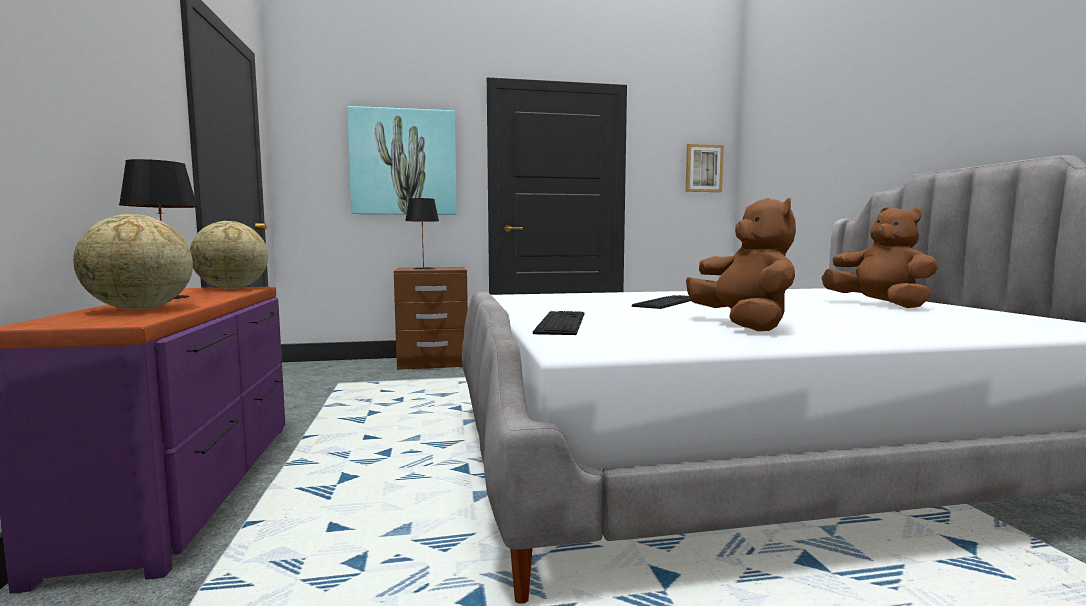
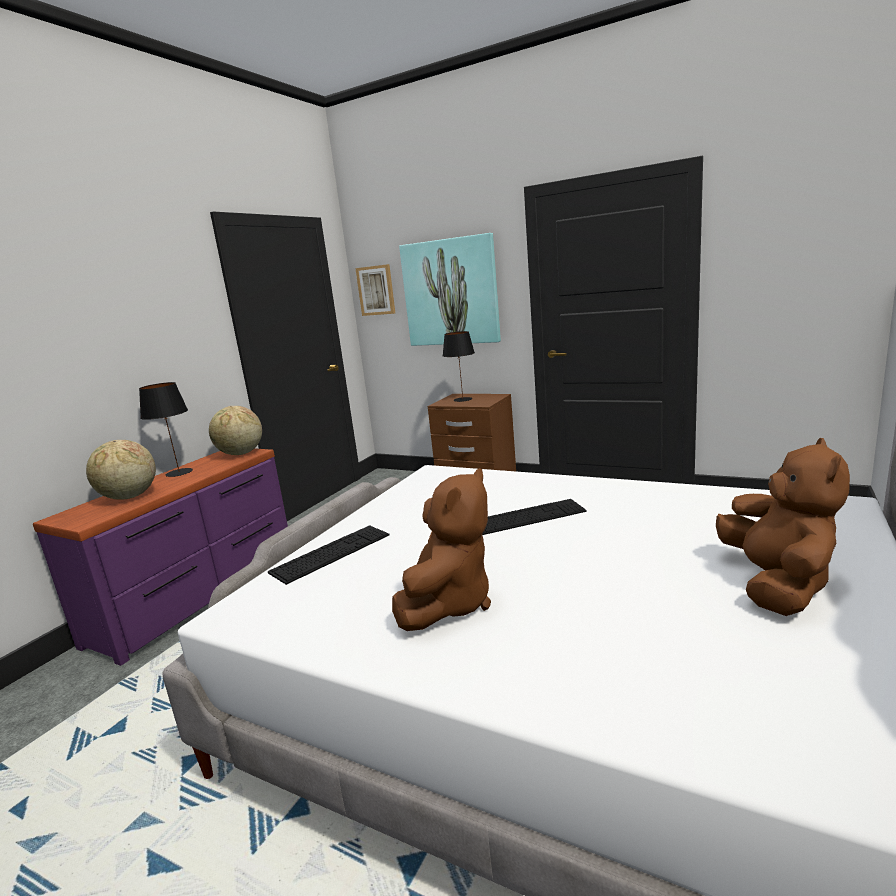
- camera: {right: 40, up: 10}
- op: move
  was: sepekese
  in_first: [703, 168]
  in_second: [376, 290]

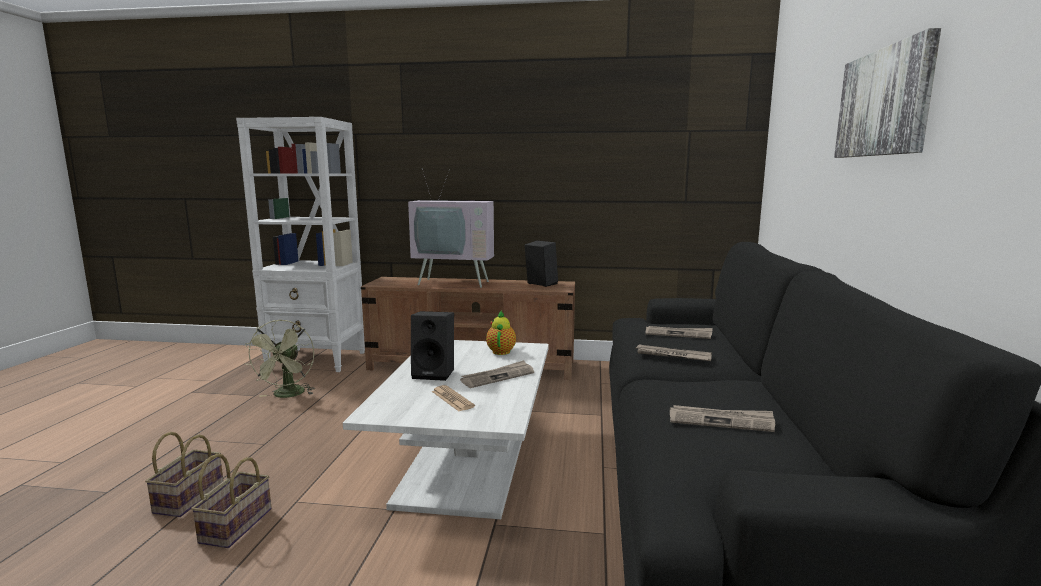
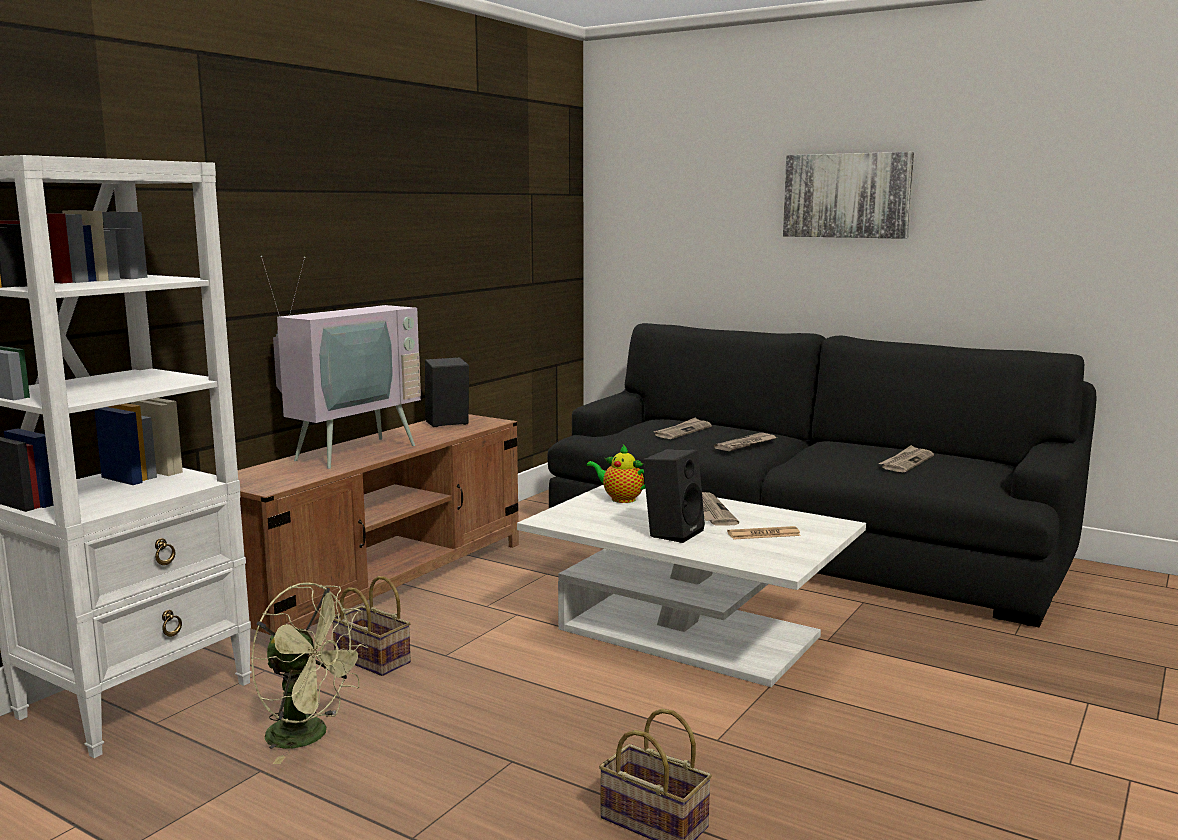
- camera: {right: -65, up: 0}
- op: move
  was: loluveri
  in_first: [236, 524]
  in_second: [369, 660]

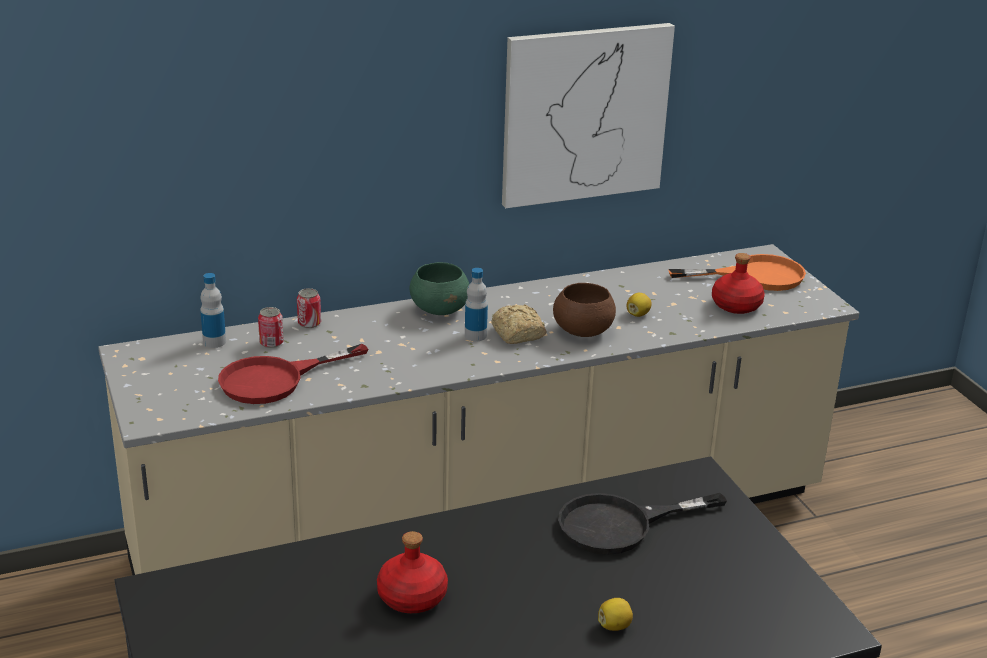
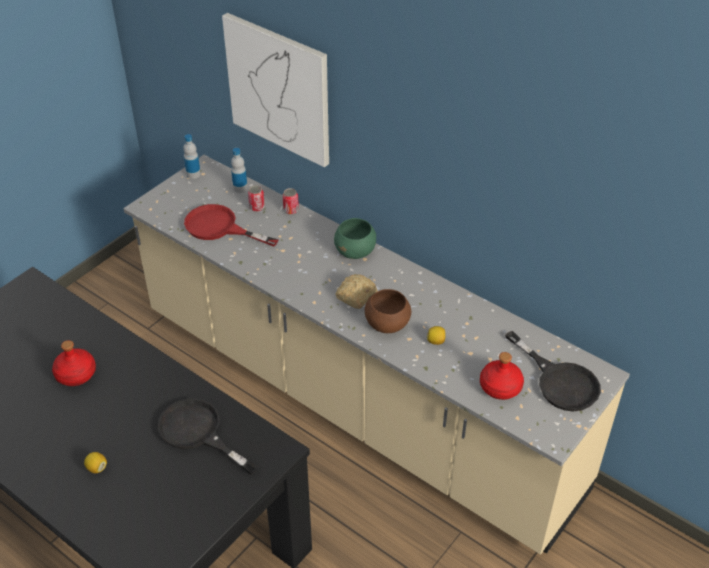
- camera: {right: 60, up: 15}
- op: move
  was: sepekese
  in_first: [584, 114]
  in_second: [279, 89]
- op: recolor
  was: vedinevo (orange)
  now: vedinevo (black)
  in_first: [755, 276]
  in_second: [560, 381]
- op: move
  was: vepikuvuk
  in_first: [475, 335]
  in_second: [193, 174]

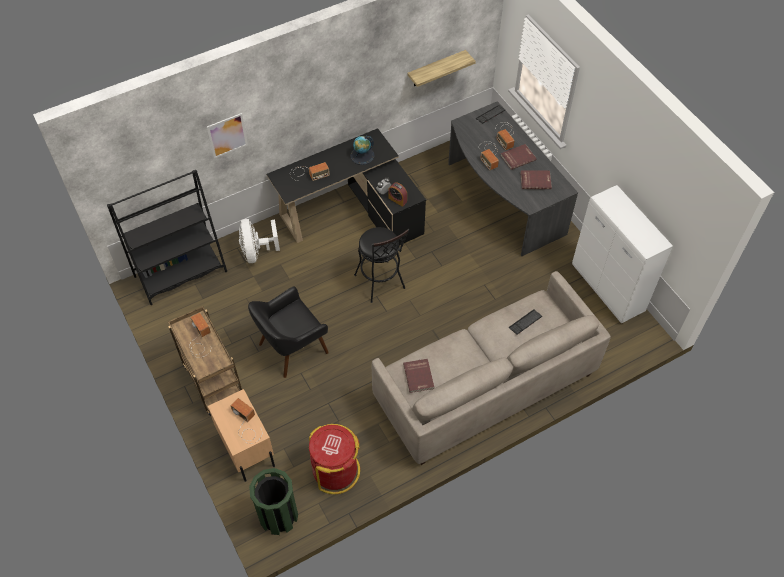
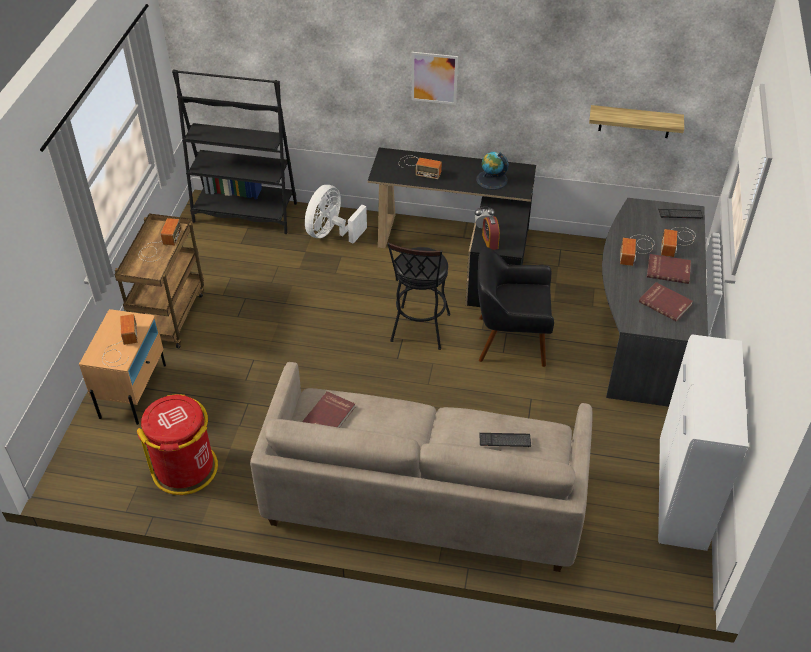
- camera: {right: 40, up: -10}
- op: move
  was: sepekese
  in_first: [227, 135]
  in_second: [434, 78]
- op: move
  was: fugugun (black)
  in_first: [292, 348]
  in_second: [510, 340]
- op: delete
  was: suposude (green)
  in_first: [278, 516]

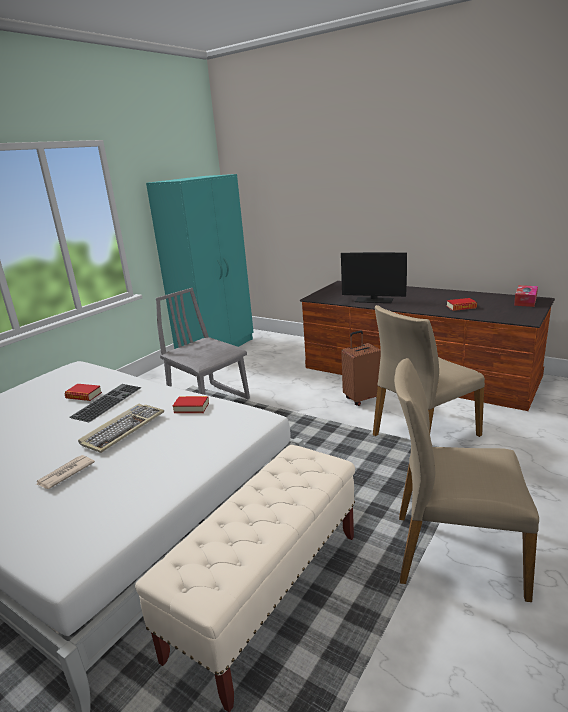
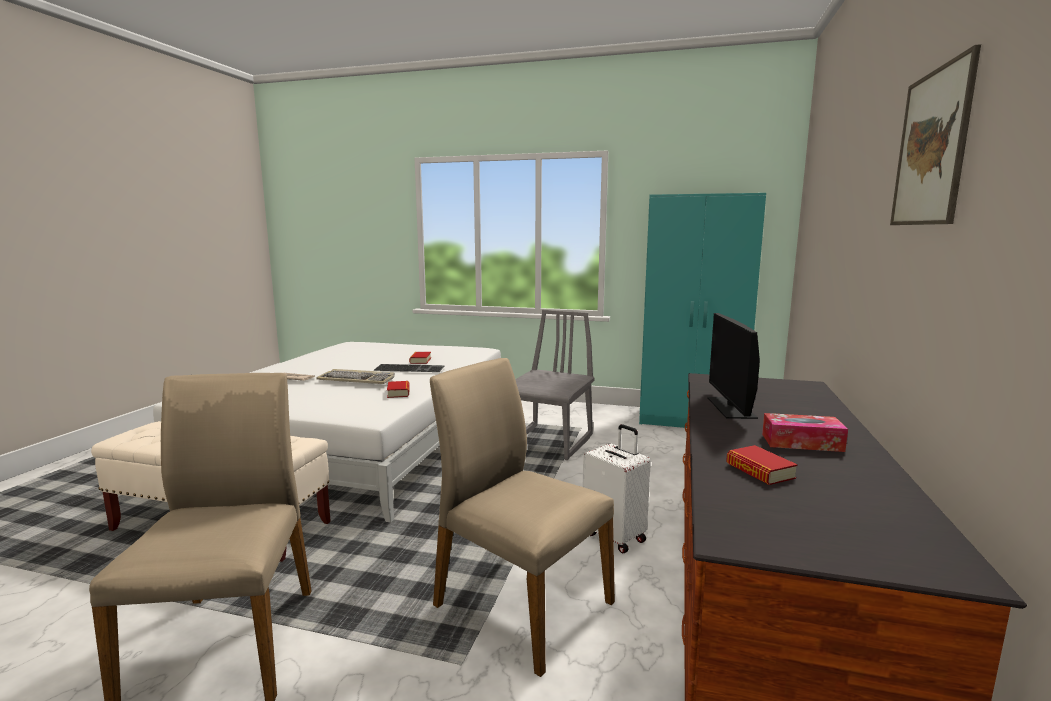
- camera: {right: 70, up: -10}
- op: move
  was: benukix
  in_first: [525, 301]
  in_second: [802, 442]
- op: recolor
  was: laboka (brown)
  now: laboka (white)
  in_first: [362, 398]
  in_second: [615, 536]
- op: insert
  now: sepekese
  in_second: [931, 148]

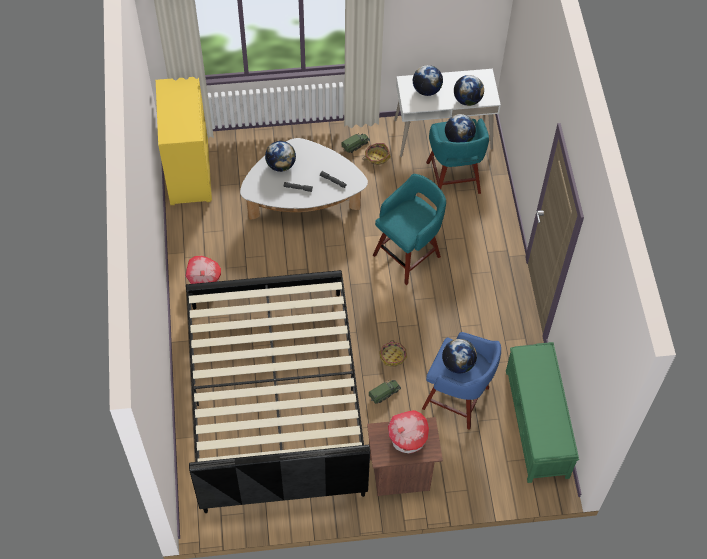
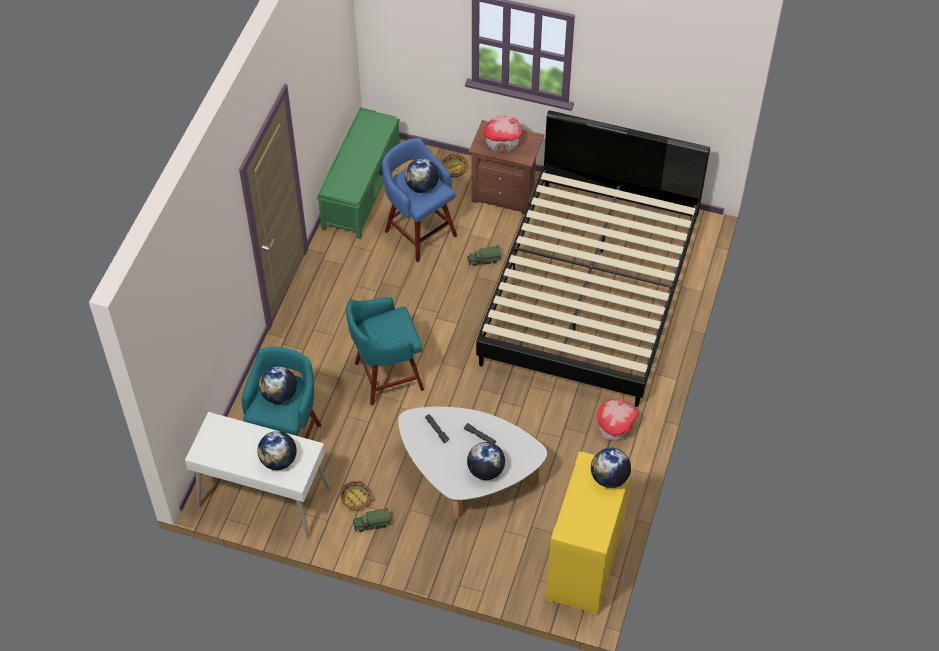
- camera: {right: -155, up: -5}
- op: move
  was: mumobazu
  in_first: [467, 100]
  in_second: [609, 478]
- op: move
  was: loluveri
  in_first: [393, 356]
  in_second: [453, 170]

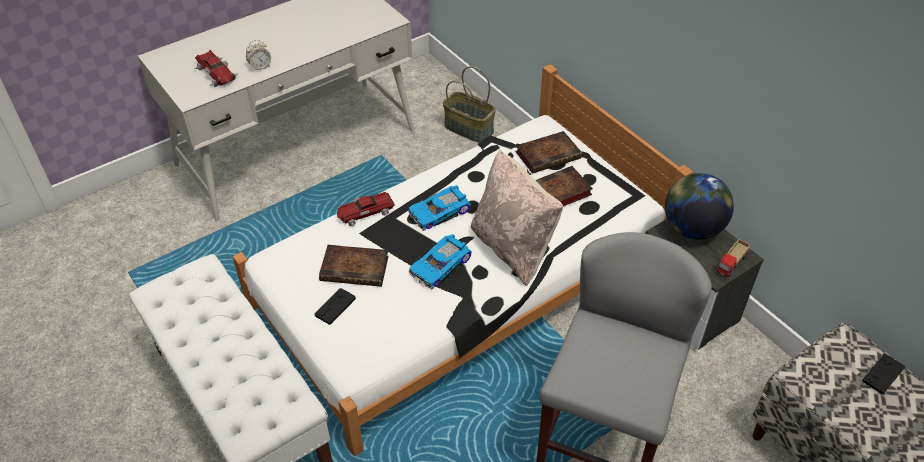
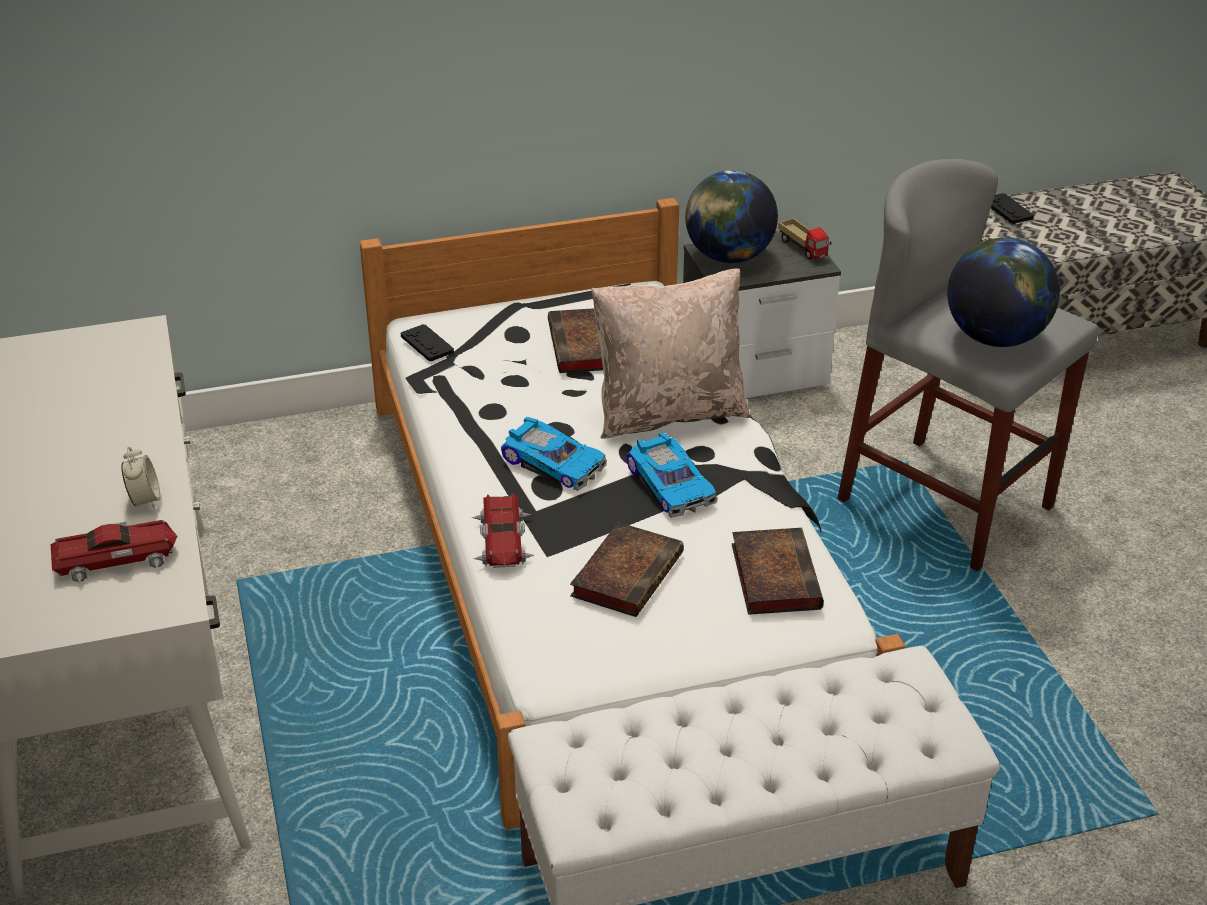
- camera: {right: -70, up: -10}
- op: delete
  was: loluveri
  in_first: [469, 128]
- op: move
  was: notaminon
  in_first: [549, 154]
  in_second: [773, 575]
- op: rotate
  was: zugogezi
  in_first: [440, 213]
  in_second: [554, 462]
  clockwise: -45
- op: move
  was: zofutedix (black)
  in_first: [335, 307]
  in_second: [427, 344]
- op: insert
  now: mumobazu
  in_second: [995, 337]

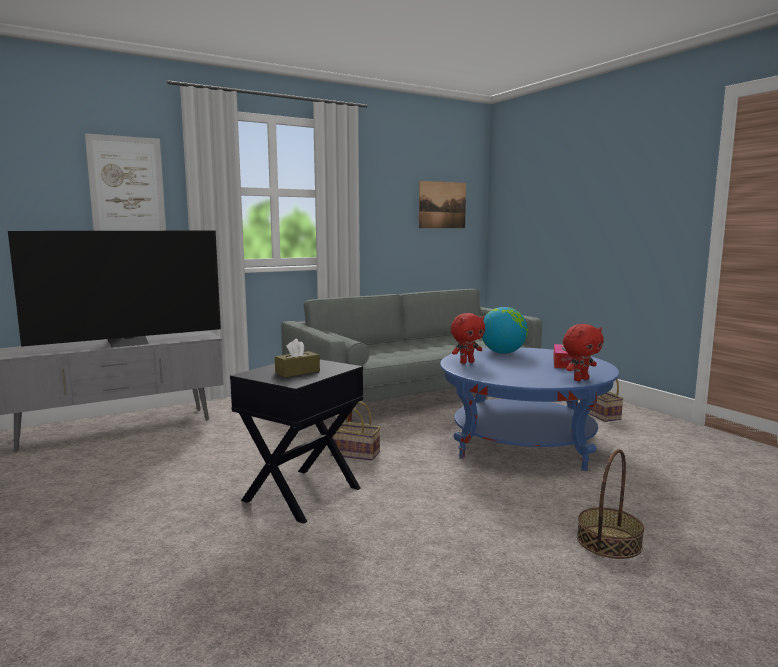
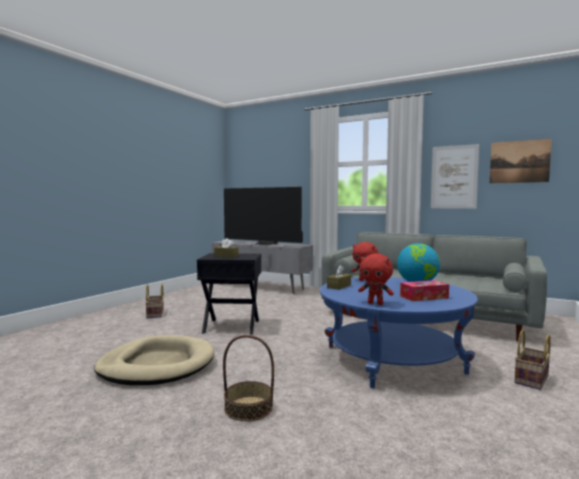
- camera: {right: 60, up: -5}
- op: move
  was: sepekese
  in_first: [127, 187]
  in_second: [454, 177]
- op: move
  was: loluveri
  in_first: [356, 453]
  in_second: [155, 314]
- op: insert
  now: benukix (brown)
  in_second: [339, 286]
- op: insert
  now: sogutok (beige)
  in_second: [157, 365]

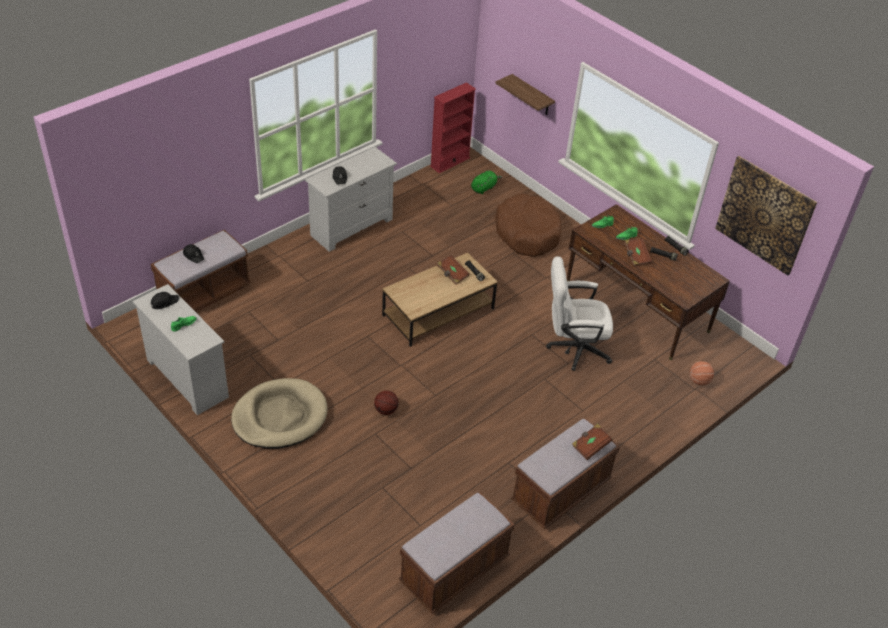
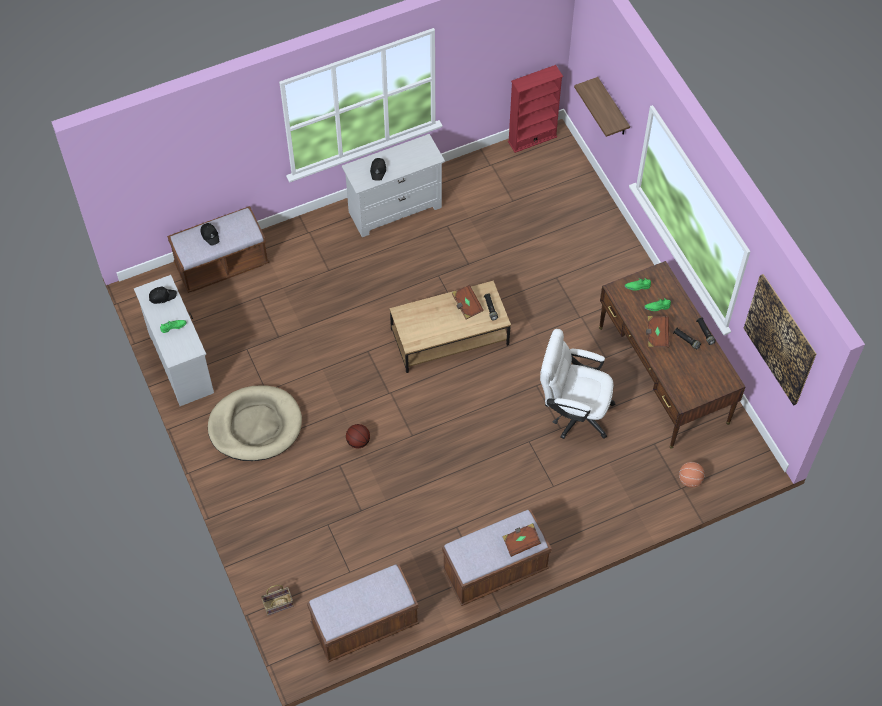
- camera: {right: 20, up: 15}
- op: delete
  was: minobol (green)
  in_first: [484, 188]
- op: delete
  was: sogutok (brown)
  in_first: [527, 233]
- op: insert
  now: loluveri
  in_second: [277, 605]

